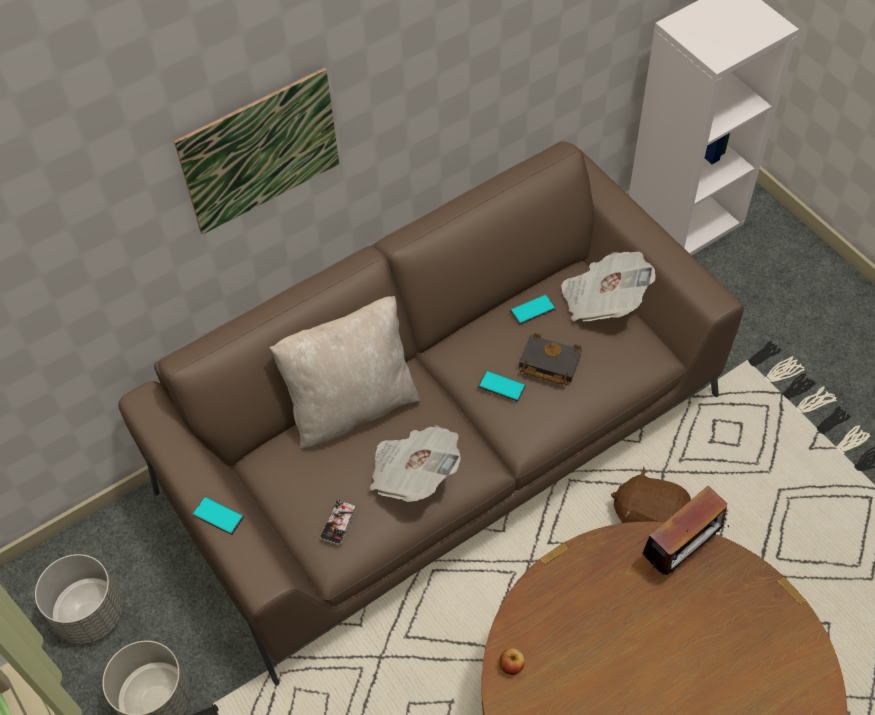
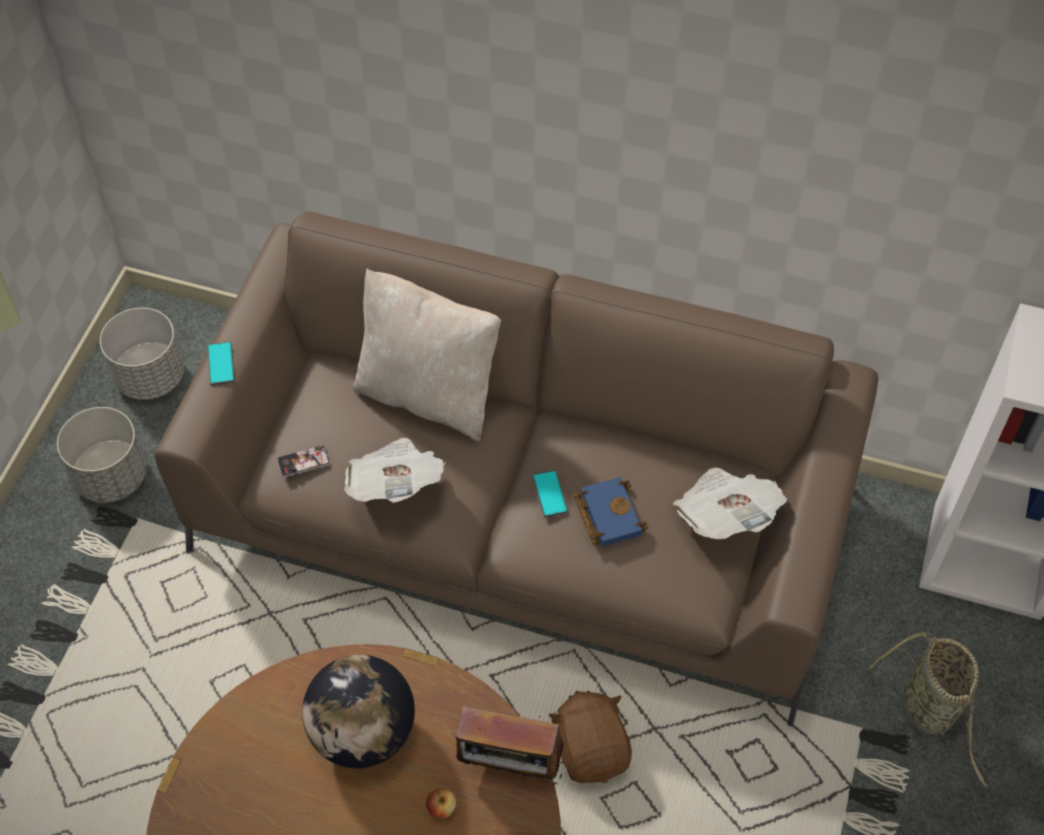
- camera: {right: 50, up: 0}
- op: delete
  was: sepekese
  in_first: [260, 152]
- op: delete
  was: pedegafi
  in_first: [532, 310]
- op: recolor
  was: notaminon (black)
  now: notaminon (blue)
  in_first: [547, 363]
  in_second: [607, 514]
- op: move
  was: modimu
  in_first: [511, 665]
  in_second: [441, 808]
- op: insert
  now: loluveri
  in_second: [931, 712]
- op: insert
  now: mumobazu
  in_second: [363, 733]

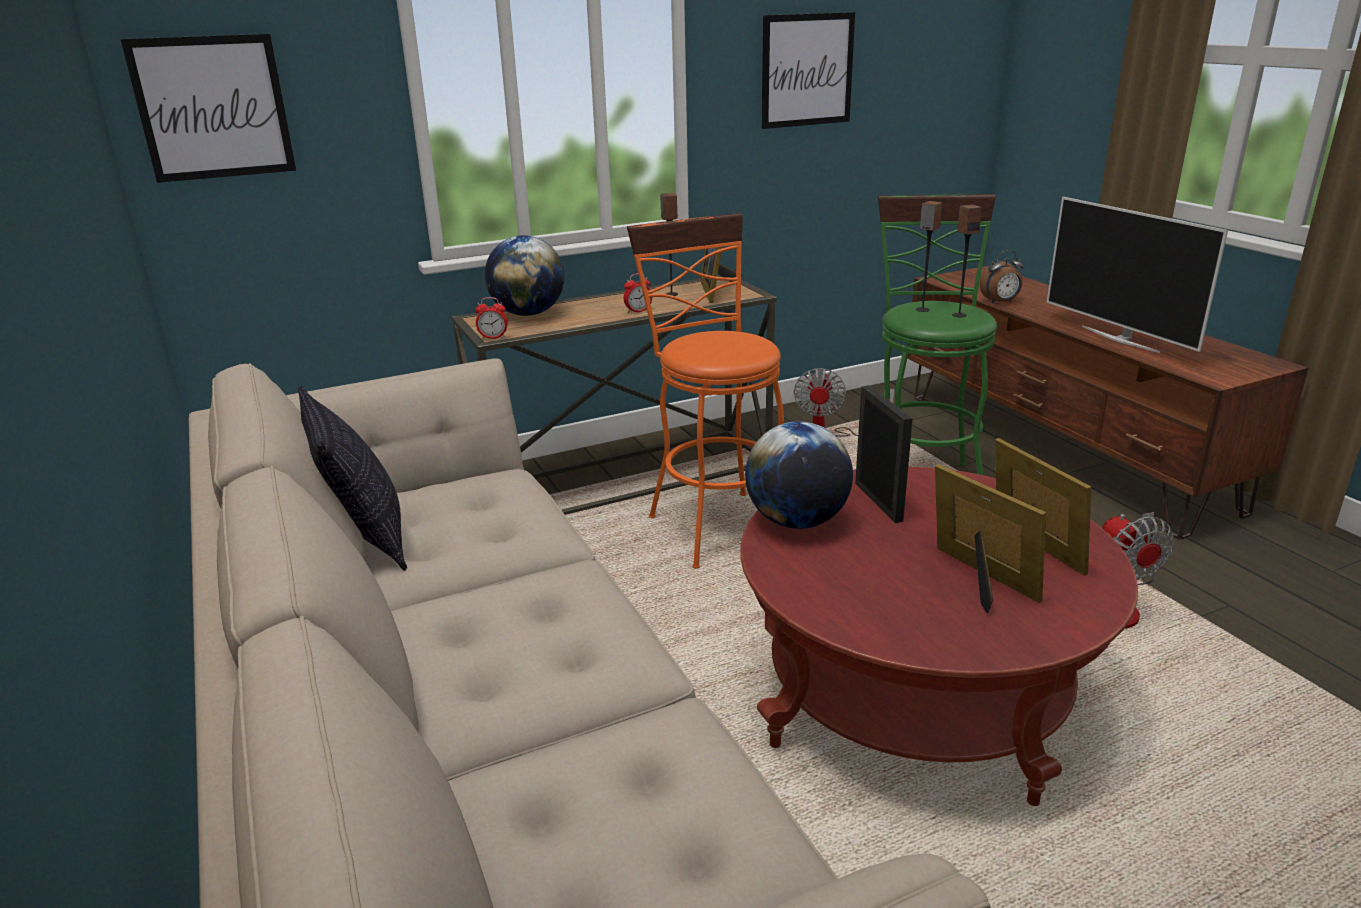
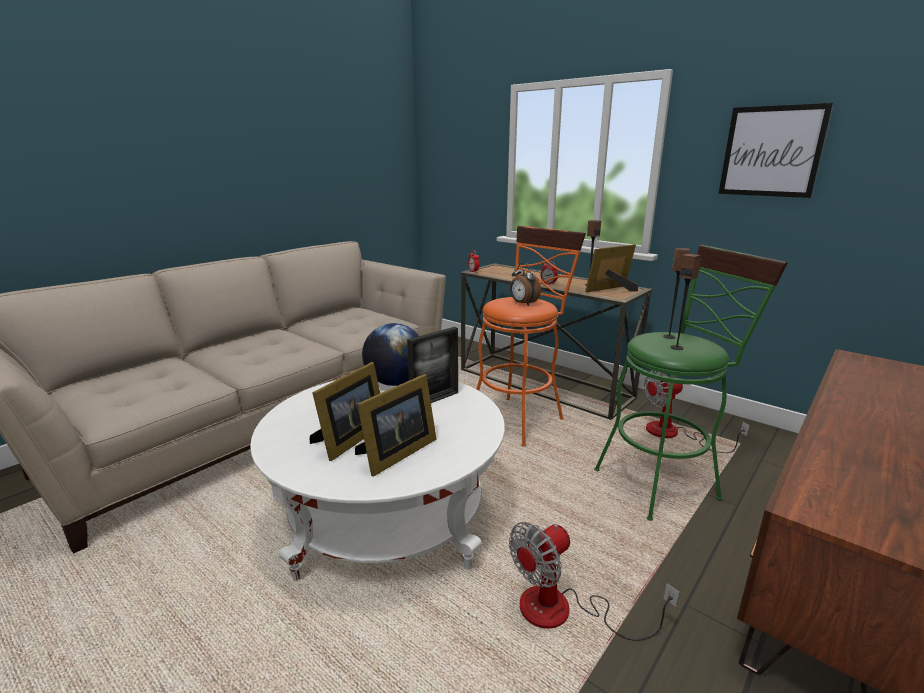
- camera: {right: 65, up: -5}
- op: delete
  was: sepekese
  in_first: [213, 108]
- op: delete
  was: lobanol
  in_first: [1120, 339]
- op: delete
  was: mumobazu
  in_first: [528, 314]
- op: move
  was: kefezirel
  in_first: [1000, 302]
  in_second: [523, 304]
- op: delete
  was: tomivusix
  in_first: [365, 539]
- op: recolor
  was: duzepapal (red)
  now: duzepapal (white)
  in_first: [915, 693]
  in_second: [387, 516]

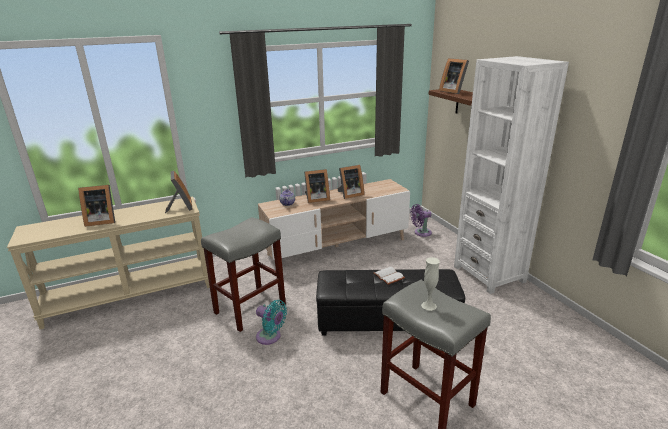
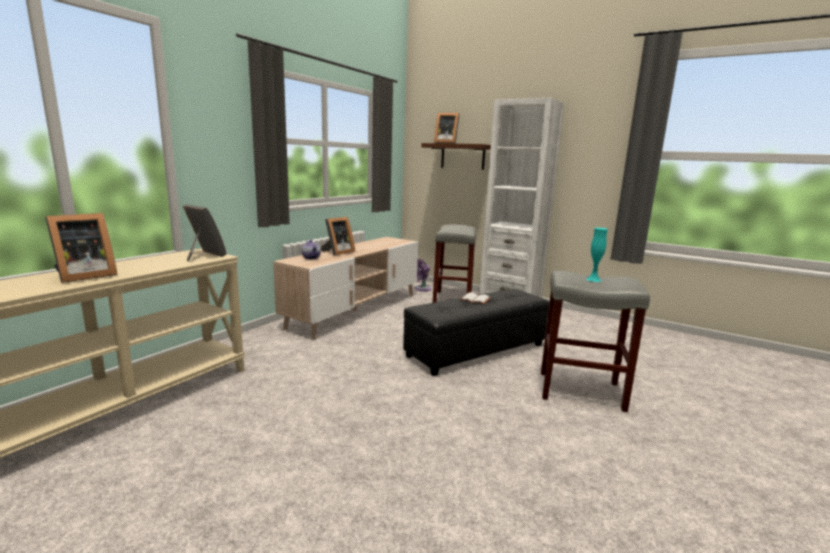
- camera: {right: -35, up: -10}
- op: delete
  was: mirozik
  in_first: [349, 194]
- op: move
  was: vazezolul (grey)
  in_first: [249, 309]
  in_second: [453, 300]
- op: recolor
  was: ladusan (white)
  now: ladusan (turquoise)
  in_first: [429, 306]
  in_second: [593, 279]
- op: delete
  was: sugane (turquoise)
  in_first: [270, 337]

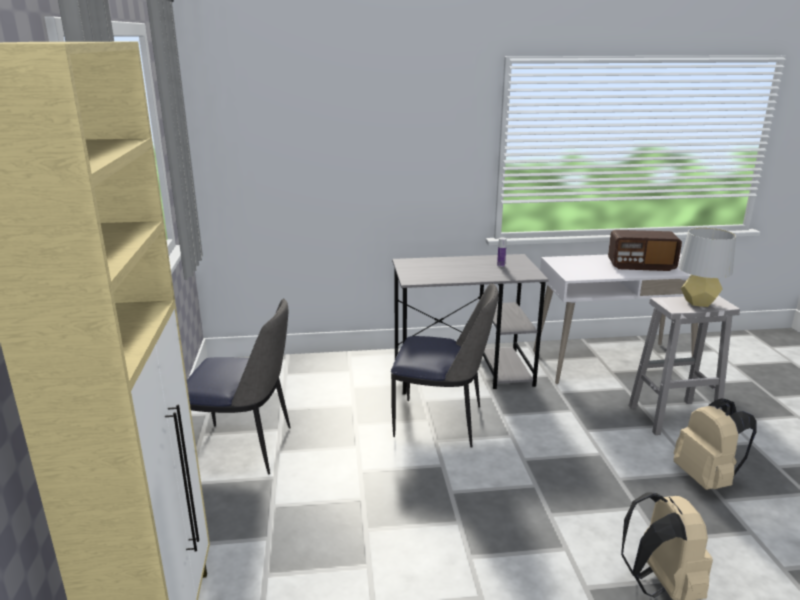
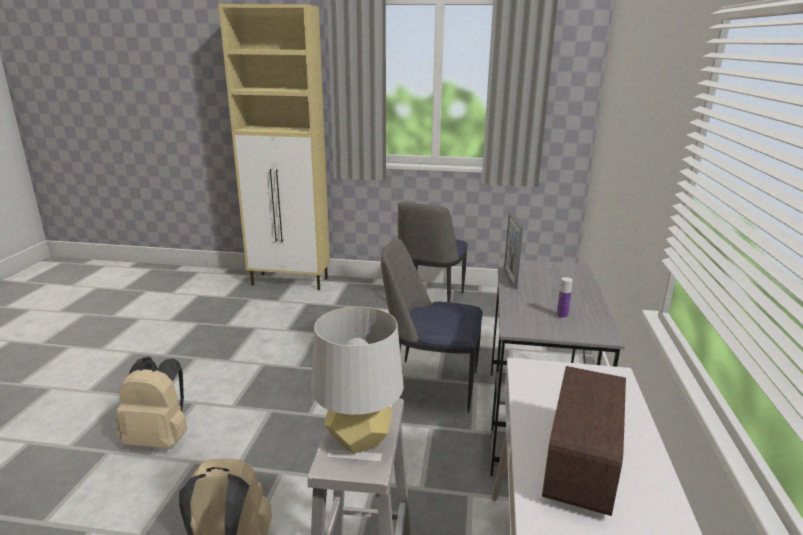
- camera: {right: 105, up: 0}
- op: rotate
  was: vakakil
  in_first: [441, 422]
  in_second: [430, 385]
  clockwise: 75
- op: insert
  now: mirozik
  in_second: [510, 278]

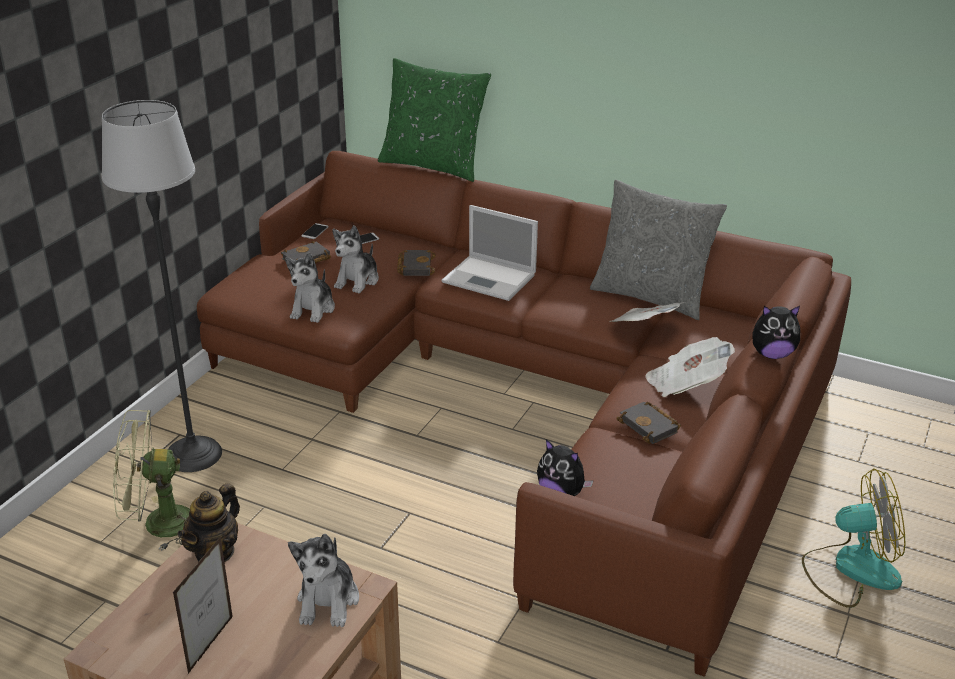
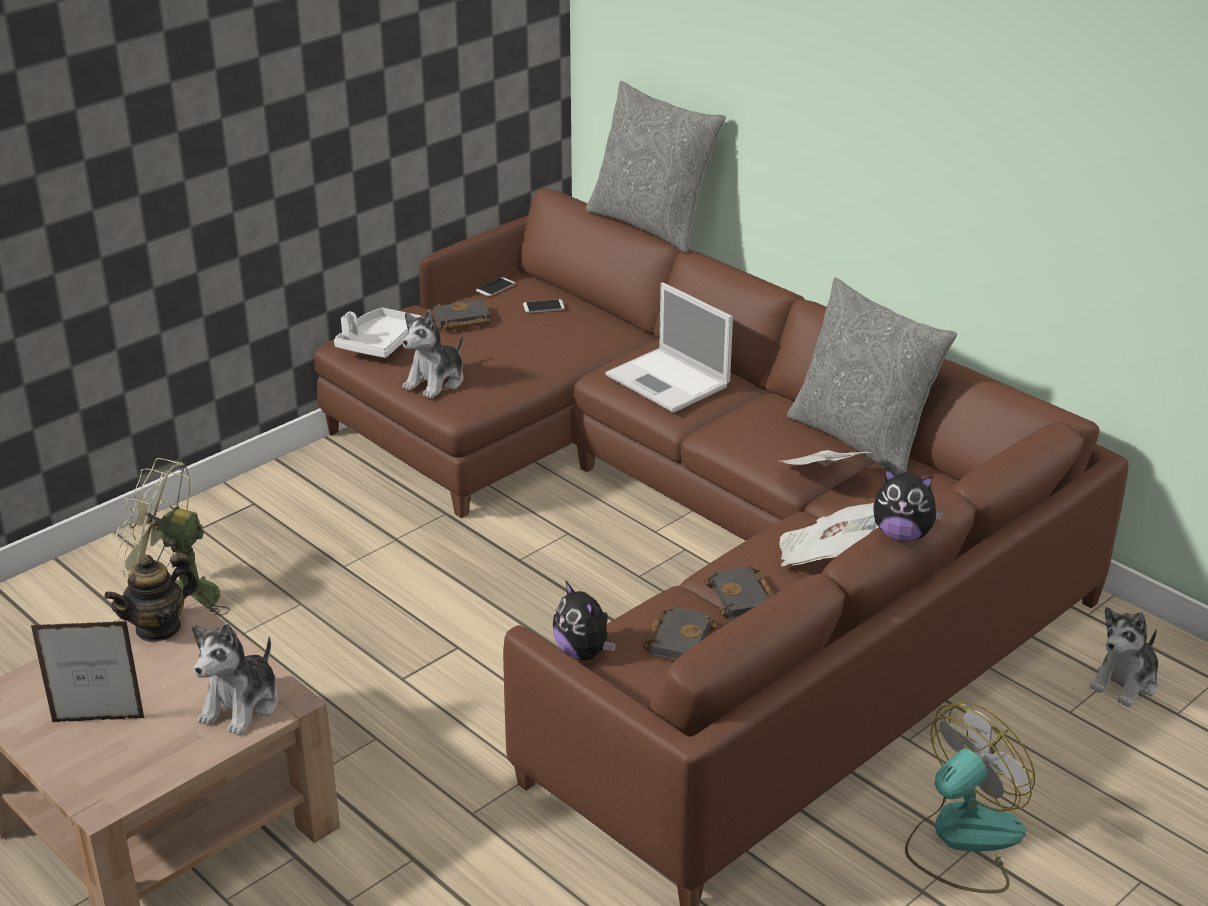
- camera: {right: 20, up: 0}
- op: recolor
  was: tomivusix (green)
  now: tomivusix (grey)
  in_first: [433, 165]
  in_second: [652, 225]
- op: delete
  was: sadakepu
  in_first: [193, 454]
- op: move
  was: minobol
  in_first: [357, 280]
  in_second: [1125, 682]
- op: move
  was: notaminon (black)
  in_first: [415, 266]
  in_second: [678, 638]
- op: rotate
  was: sugane
  in_first: [850, 569]
  in_second: [963, 840]
  clockwise: -60
- op: rotate
  was: mirozik
  in_first: [210, 644]
  in_second: [98, 720]
  clockwise: -135
- op: insert
  now: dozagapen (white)
  in_second: [379, 343]

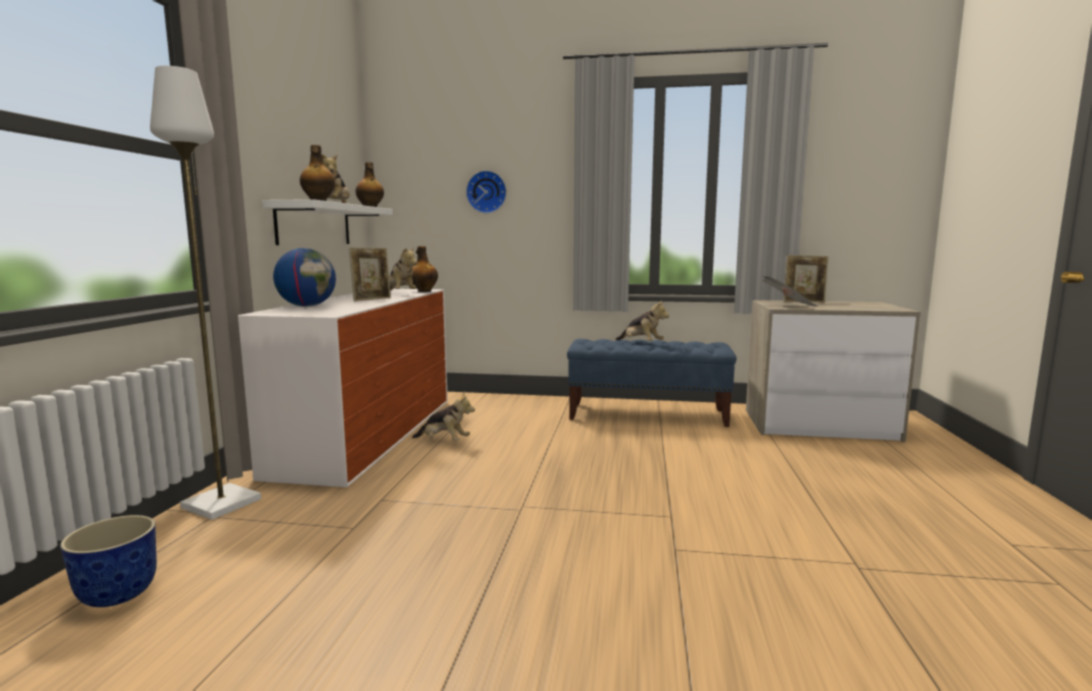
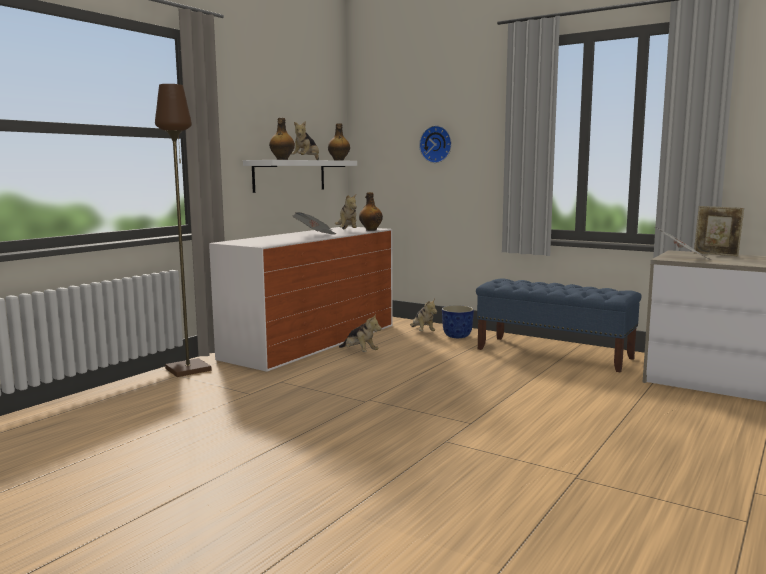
- camera: {right: 25, up: 0}
- op: recolor
  was: sadakepu (white)
  now: sadakepu (brown)
  in_first: [221, 503]
  in_second: [188, 369]
- op: replace
  was: mirozik
  now: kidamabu
  in_first: [372, 299]
  in_second: [315, 235]
- op: delete
  was: mumobazu
  in_first: [307, 306]
- op: move
  was: minobol
  in_first: [641, 344]
  in_second: [422, 332]
- op: move
  was: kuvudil
  in_first: [119, 595]
  in_second: [457, 336]

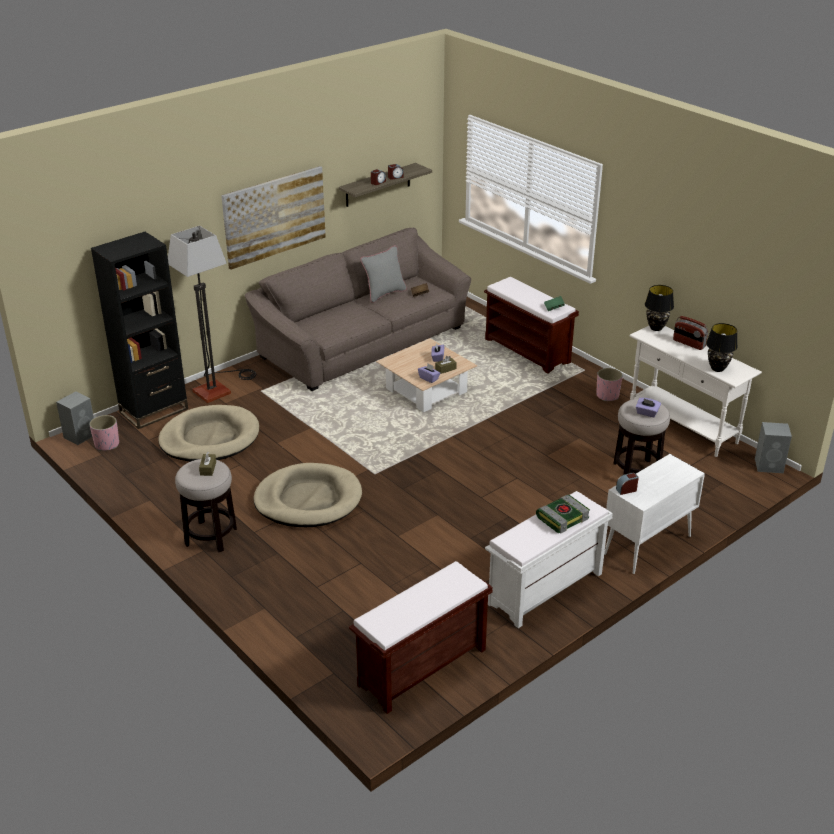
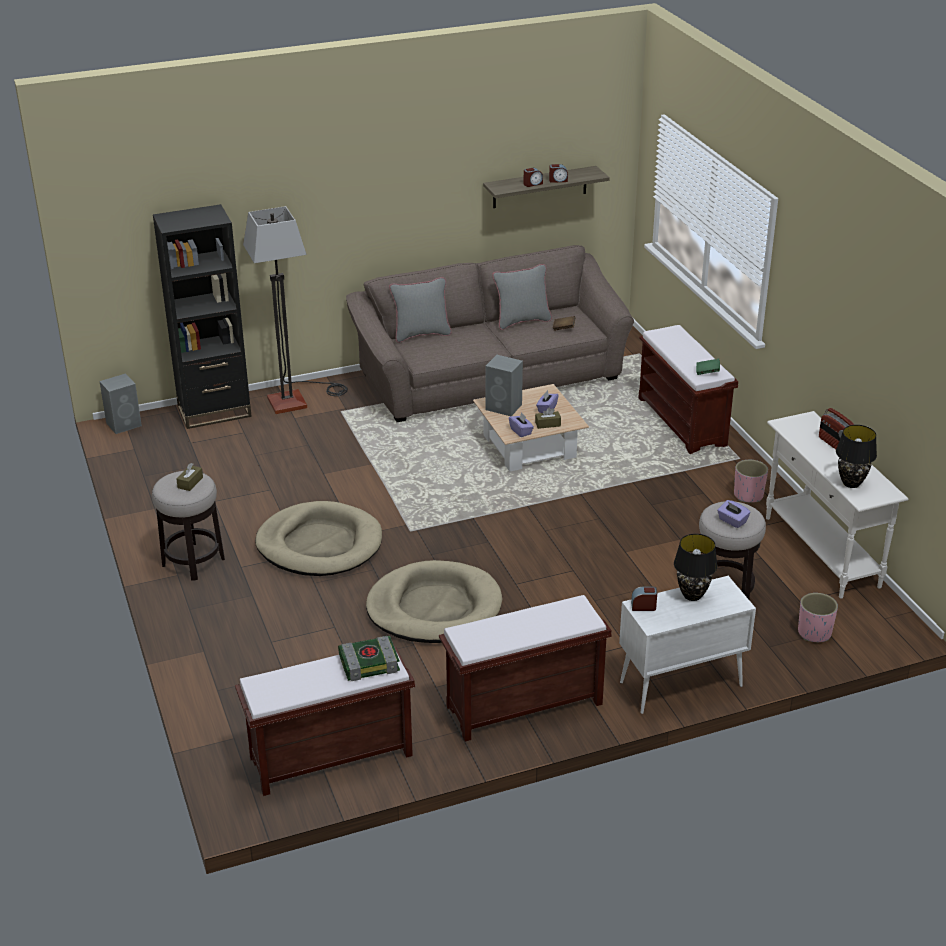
- camera: {right: 20, up: 0}
- op: delete
  was: sepekese
  in_first: [274, 216]
- op: move
  was: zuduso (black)
  in_first: [656, 328]
  in_second: [692, 596]
- op: move
  was: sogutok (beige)
  in_first: [210, 438]
  in_second: [434, 608]
- op: move
  was: kuvudil (pink)
  in_first: [107, 444]
  in_second: [814, 632]
- op: move
  was: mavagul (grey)
  in_first: [769, 466]
  in_second: [504, 407]
- op: recolor
  was: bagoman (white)
  now: bagoman (brown)
  in_first: [545, 590]
  in_second: [523, 706]
- op: move
  was: notaminon
  in_first: [562, 517]
  in_second: [369, 662]
- op: insert
  now: tomivusix (grey)
  in_second: [421, 334]

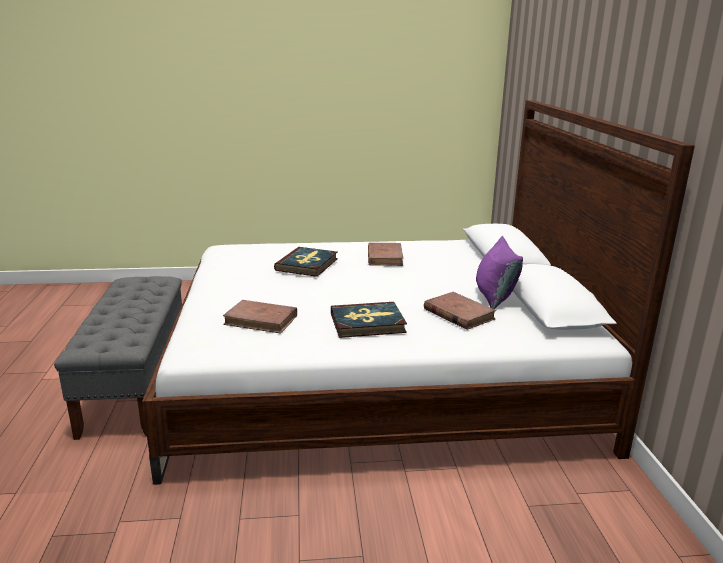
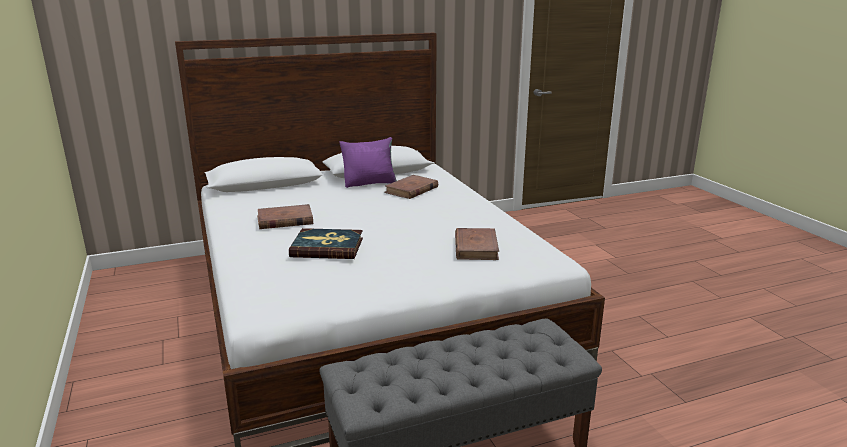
- camera: {right: -105, up: 0}
- op: delete
  was: notaminon
  in_first: [367, 323]

